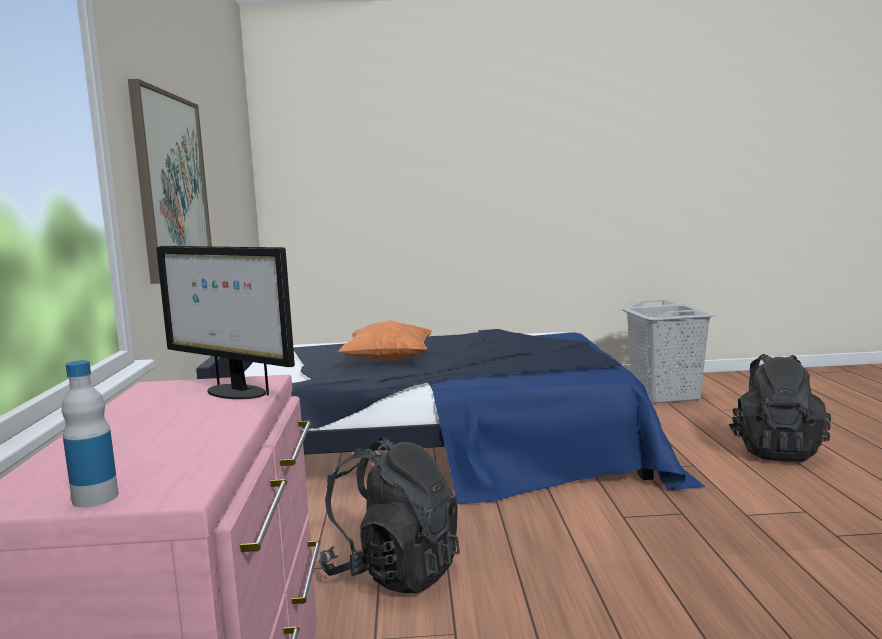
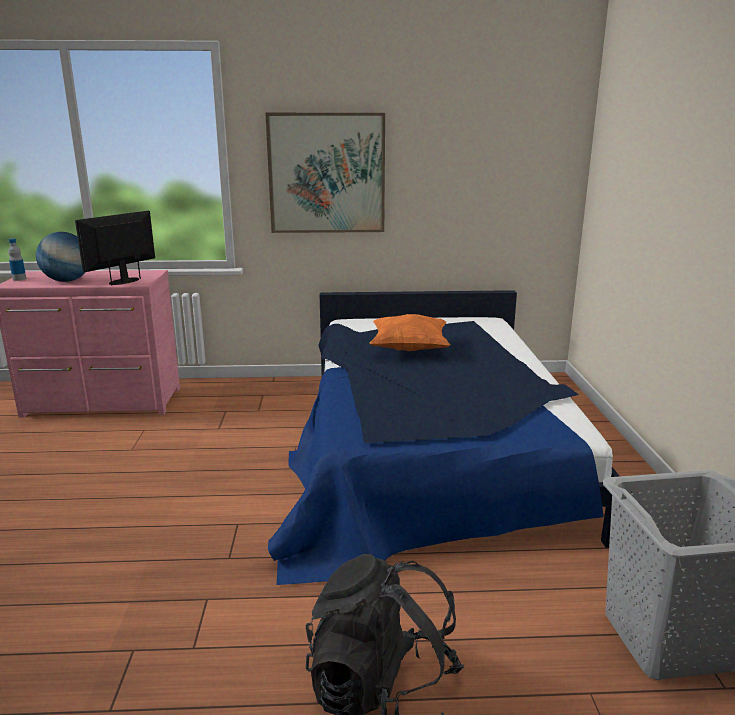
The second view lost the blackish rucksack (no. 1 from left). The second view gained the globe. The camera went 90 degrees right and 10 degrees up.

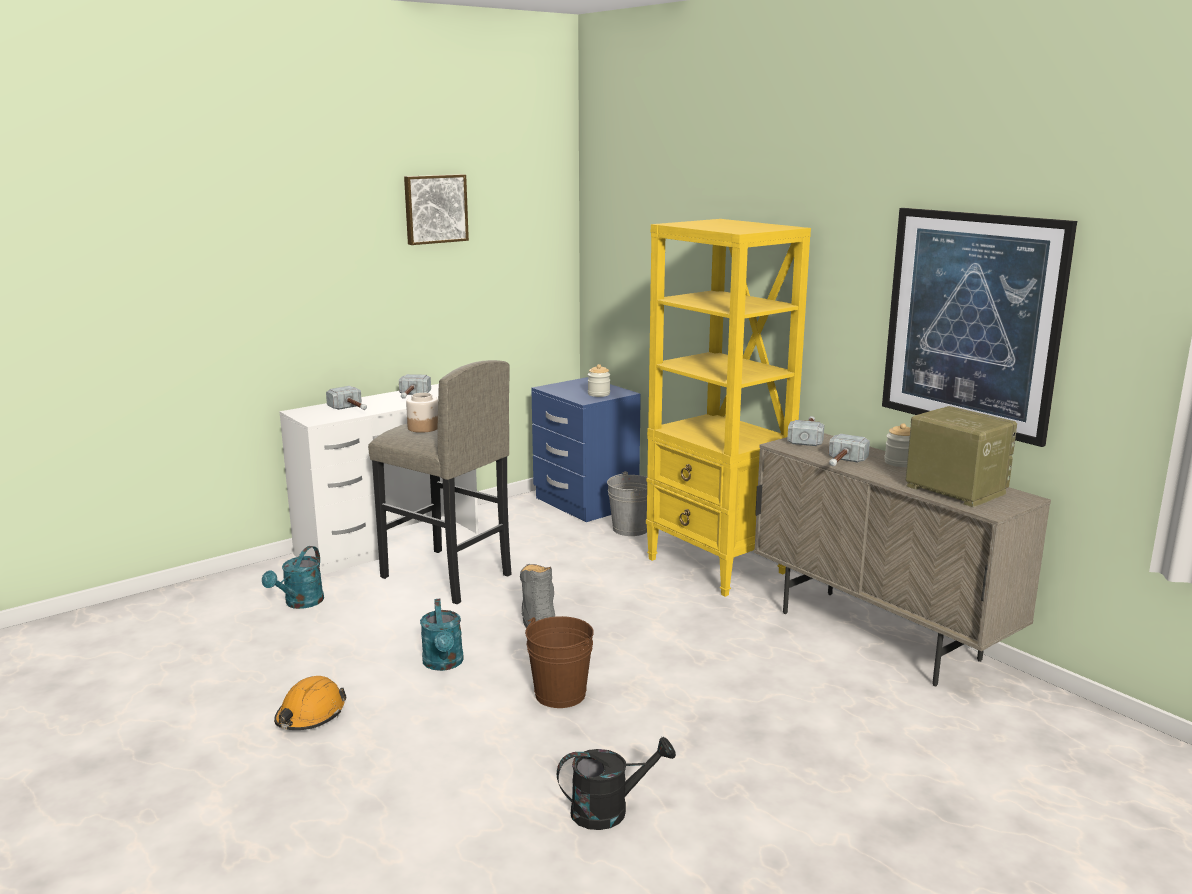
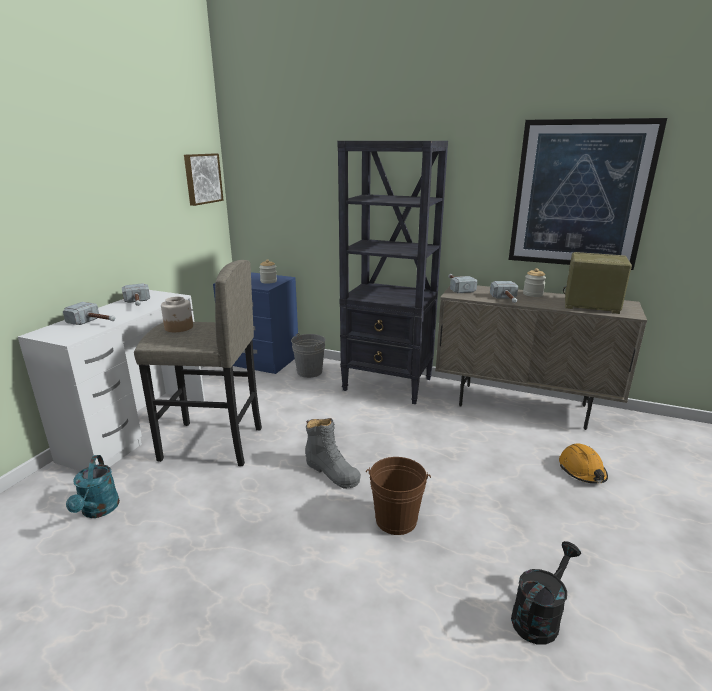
The orange work helmet ended up elsewhere. The wall picture (no. 1 from left) ended up elsewhere. The second view lost the turquoise sprinkling can (no. 2 from left). What was the yellow bookshelf turned into the blackish bookshelf. The camera went 30 degrees left and 5 degrees up.

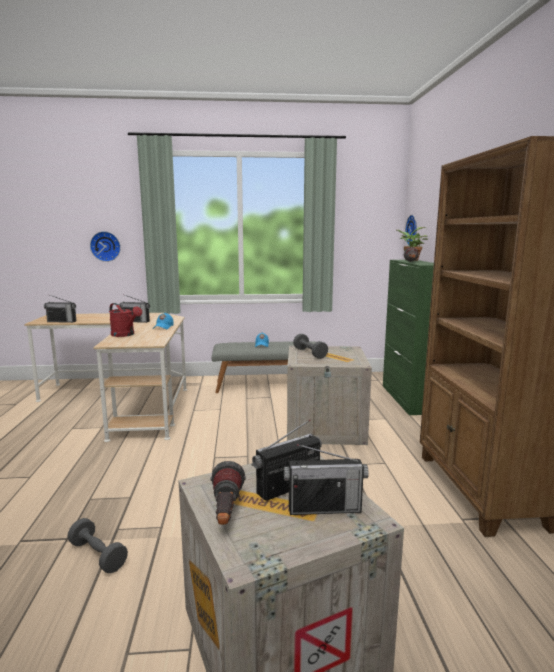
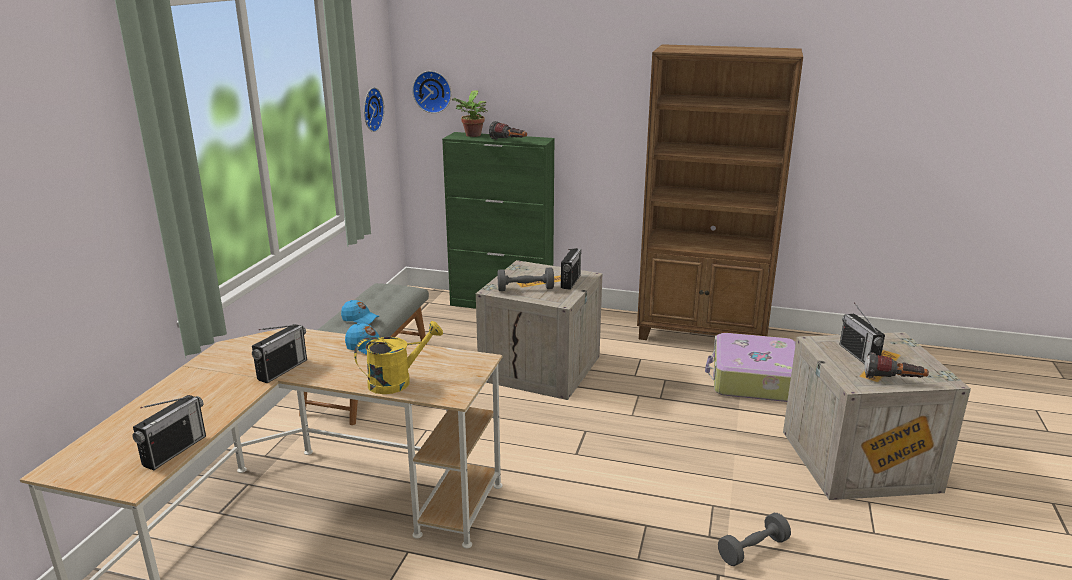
The wall clock (no. 1 from left) ended up elsewhere. What was the red-coloured sprinkling can turned into the yellow sprinkling can. The radio set (no. 4 from left in the first image) ended up elsewhere. The second view gained the travel case. The camera went 70 degrees left and 10 degrees up.

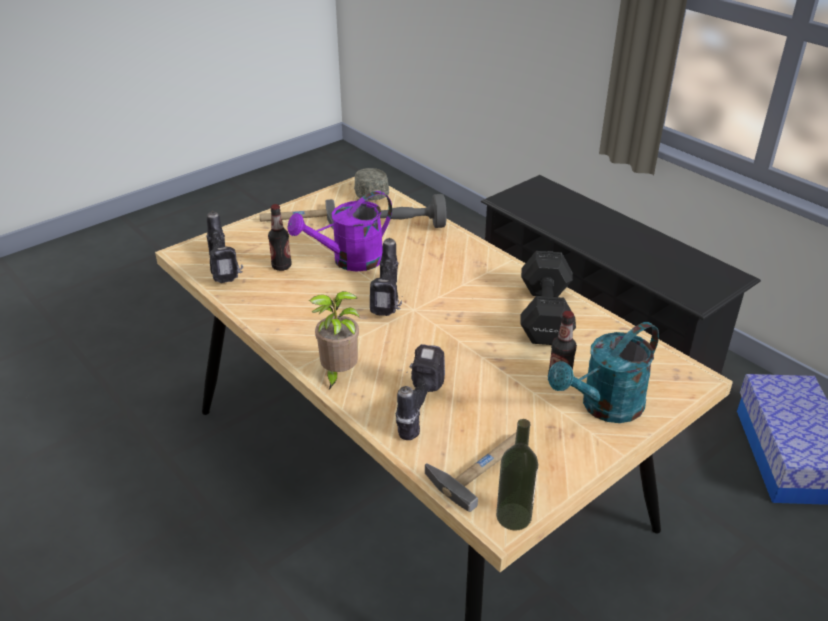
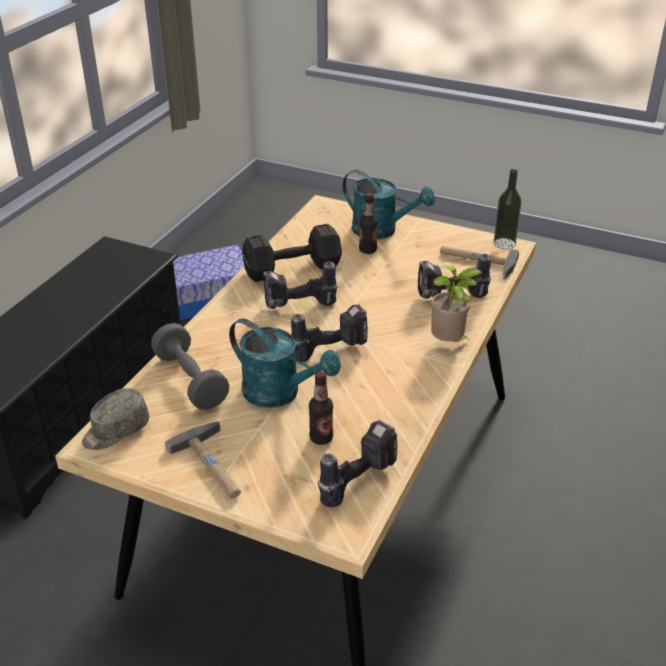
What was the purple-coloured sprinkling can turned into the turquoise sprinkling can (no. 1 from left). The second view gained the power drill (no. 1 from left). The camera went 115 degrees left and 0 degrees up.

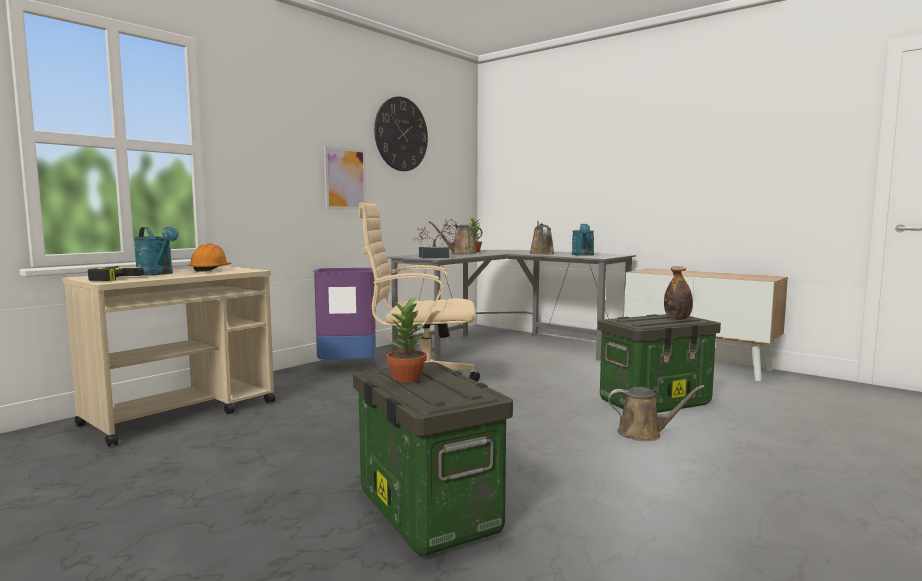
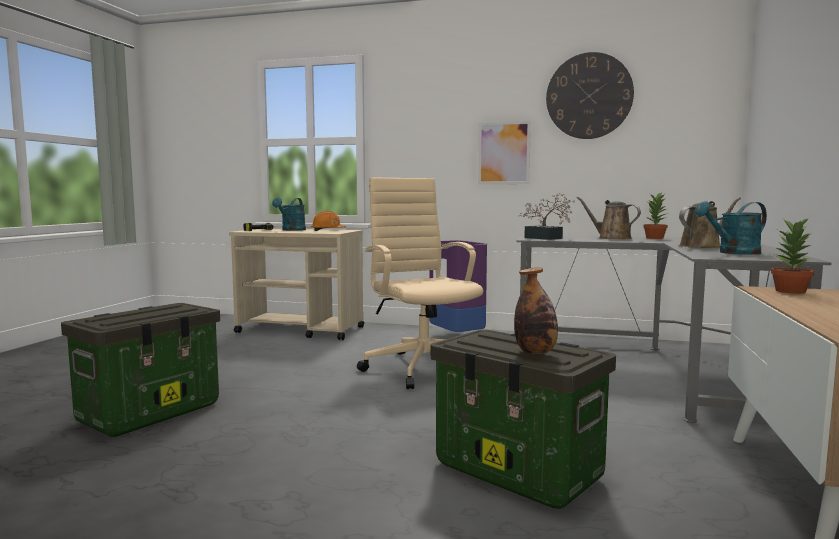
The plant in a pot (no. 1 from left in the first image) ended up elsewhere. The second view lost the brown sprinkling can (no. 3 from left). The camera went 65 degrees right and 0 degrees up.

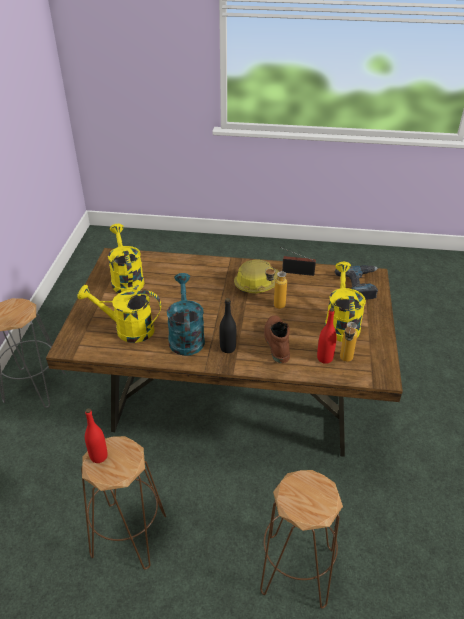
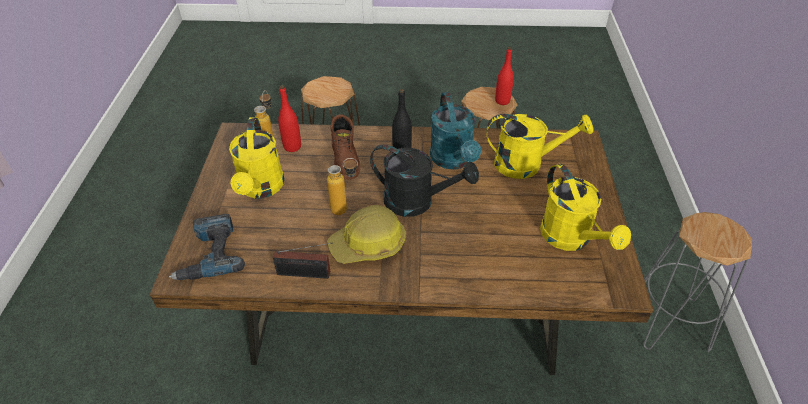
The second view gained the blackish sprinkling can. The camera went 175 degrees right and 5 degrees up.

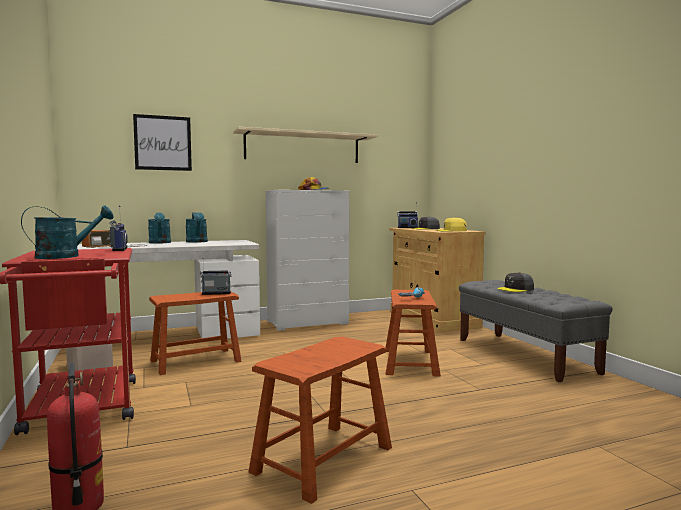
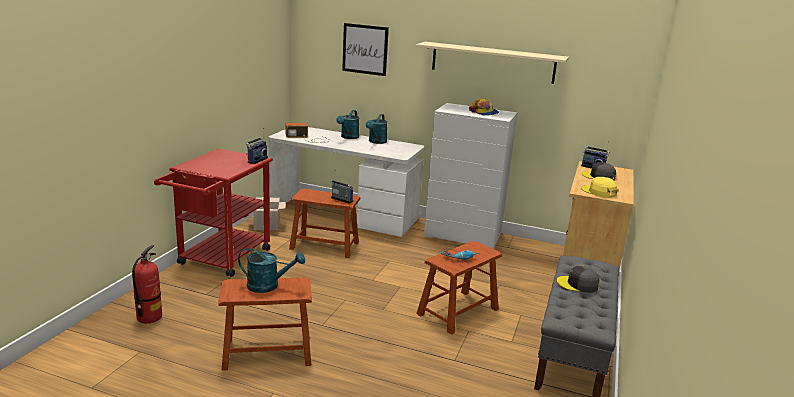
The turquoise sprinkling can (no. 1 from left) ended up elsewhere. The camera went 40 degrees right and 15 degrees up.

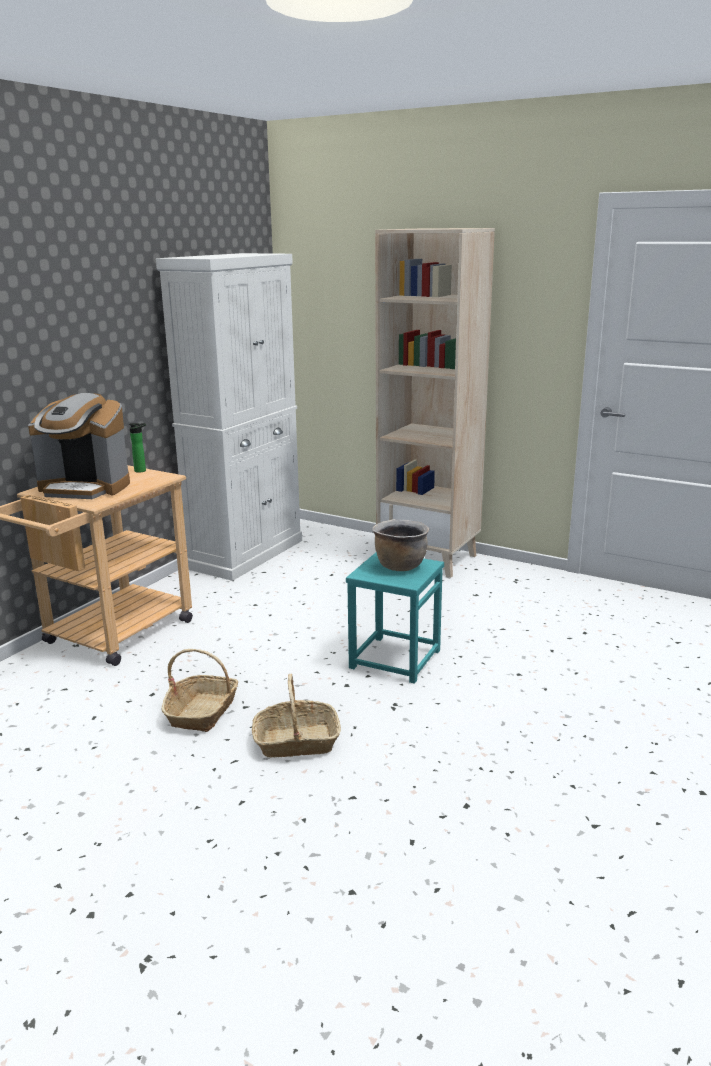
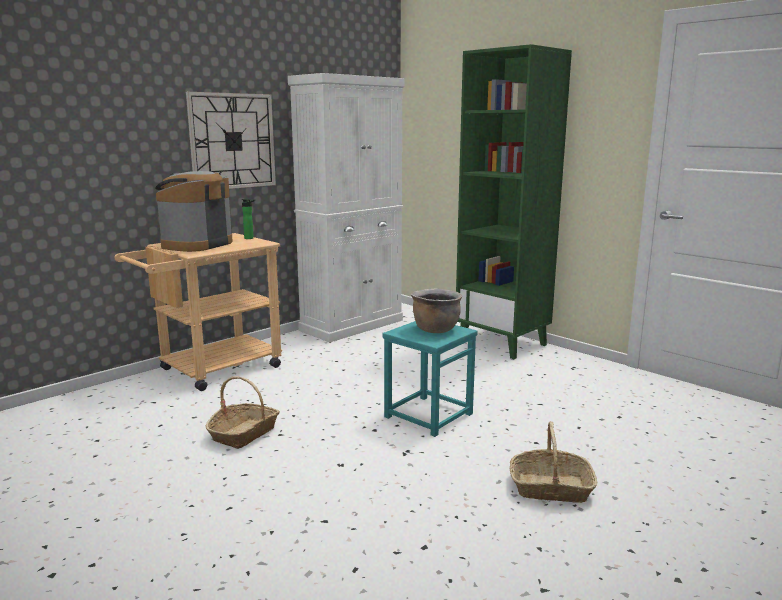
The coffee machine ended up facing another way, 90 degrees clockwise from before. The storage basket (no. 2 from left) ended up elsewhere. What was the beige-coloured bookshelf turned into the green bookshelf. The second view gained the wall clock. The camera went 15 degrees right and 5 degrees down.

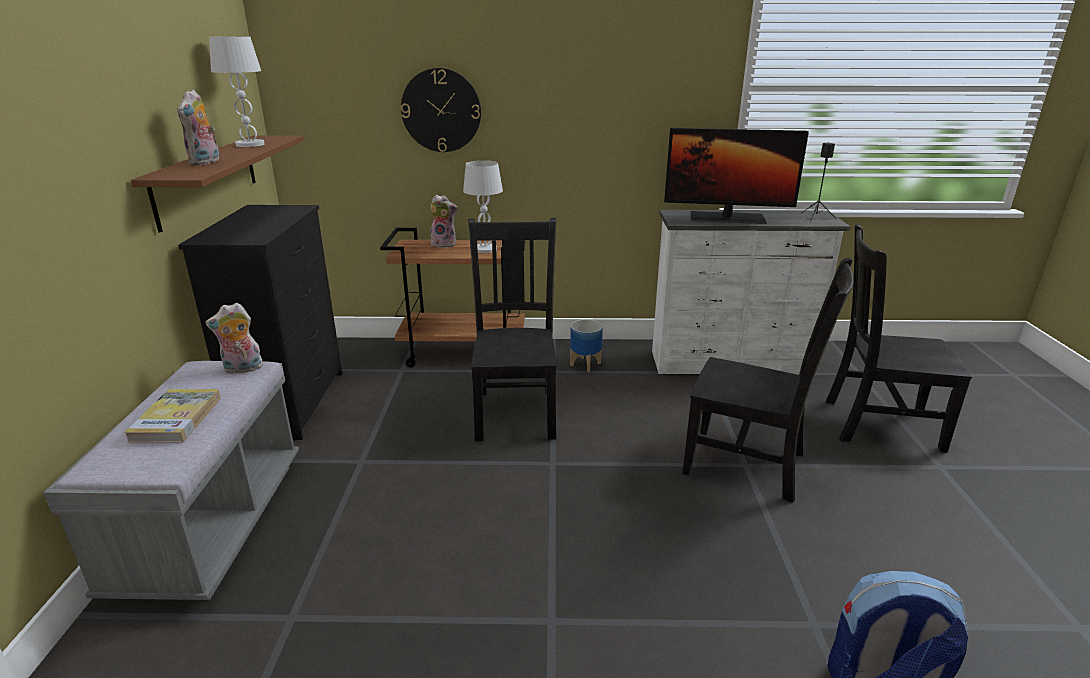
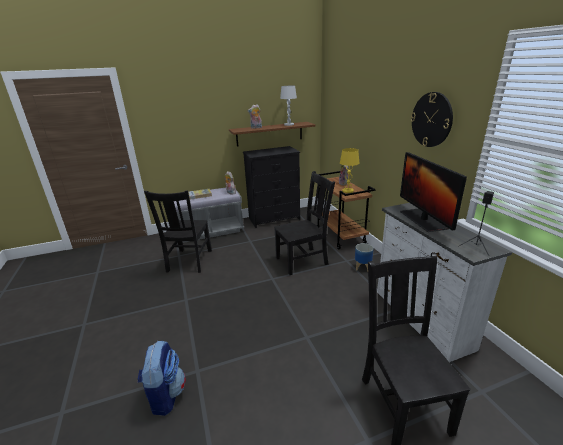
The wall clock ended up elsewhere. What was the white-coloured tabletop lamp (no. 2 from left) turned into the yellow tabletop lamp. The blackish chair (no. 2 from left in the first image) ended up elsewhere. The camera went 70 degrees right and 0 degrees up.

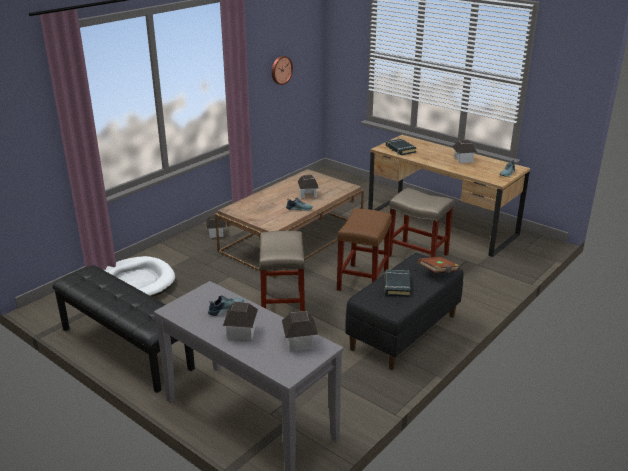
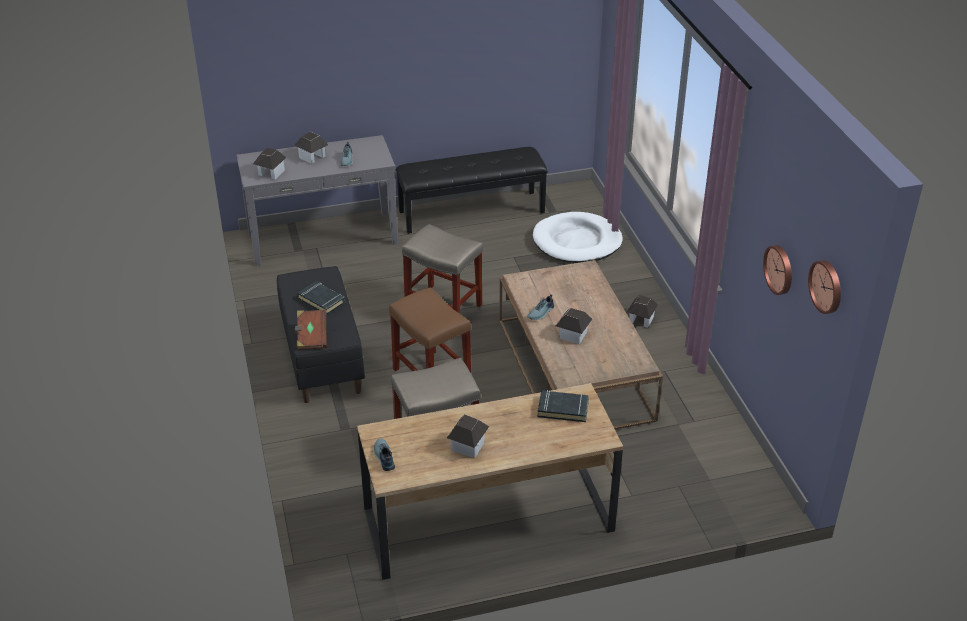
The second view gained the wall clock (no. 2 from left). The camera went 125 degrees right and 10 degrees up.

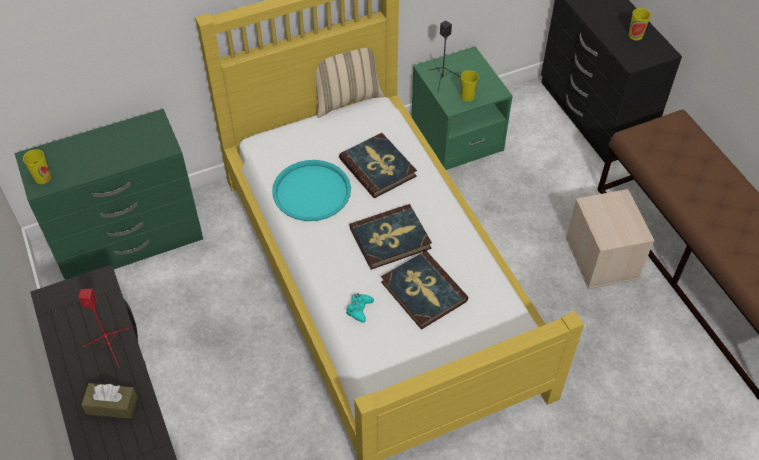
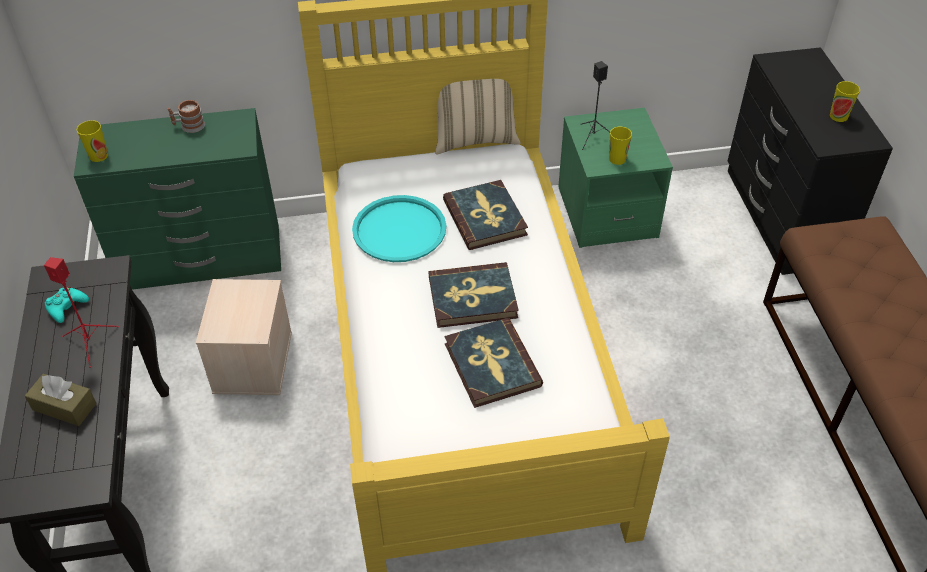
The turquoise game controller ended up elsewhere. The beige-coloured storage container ended up elsewhere. The second view gained the mug. The camera went 15 degrees right and 5 degrees down.

